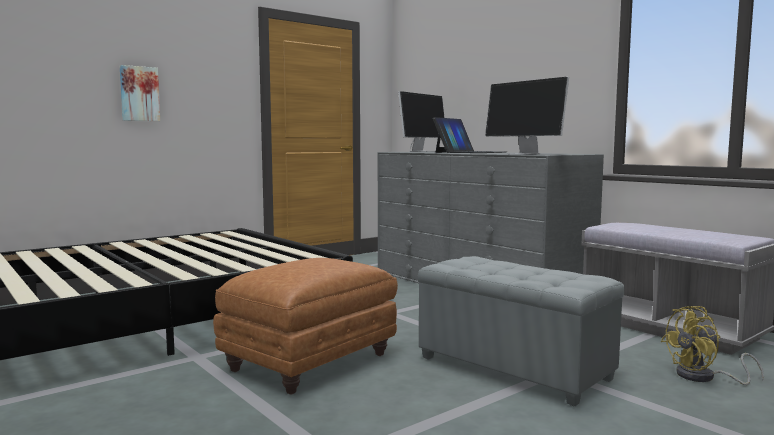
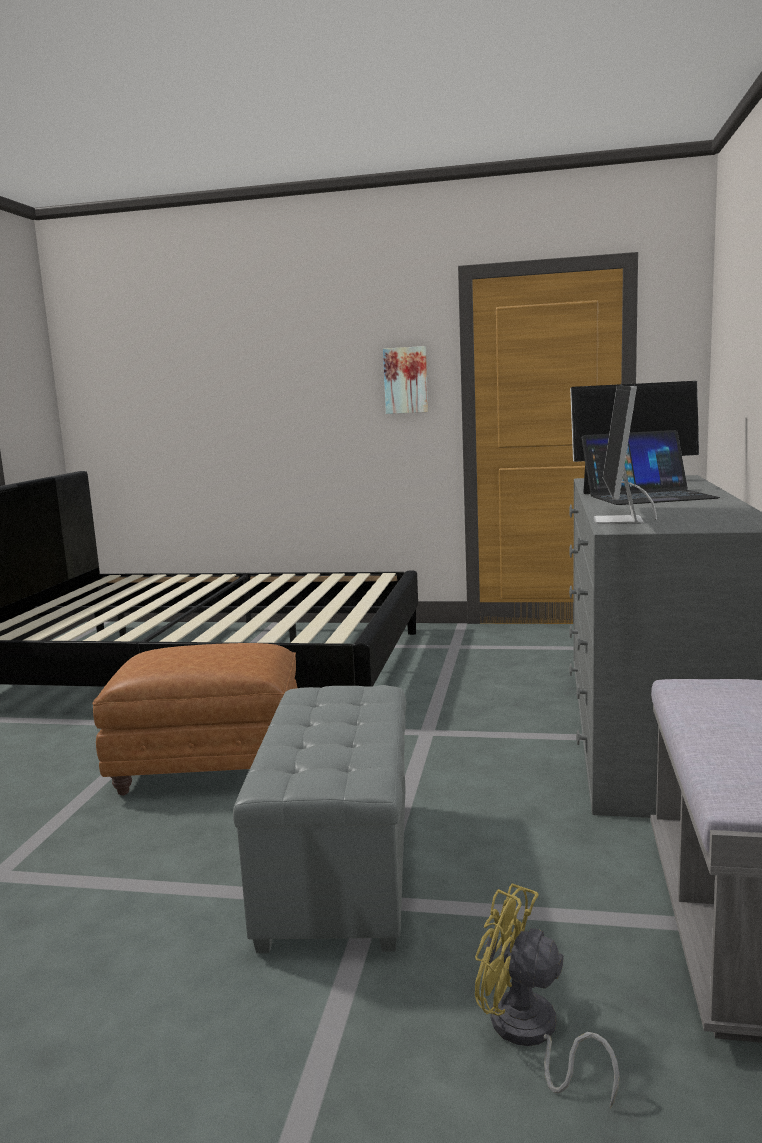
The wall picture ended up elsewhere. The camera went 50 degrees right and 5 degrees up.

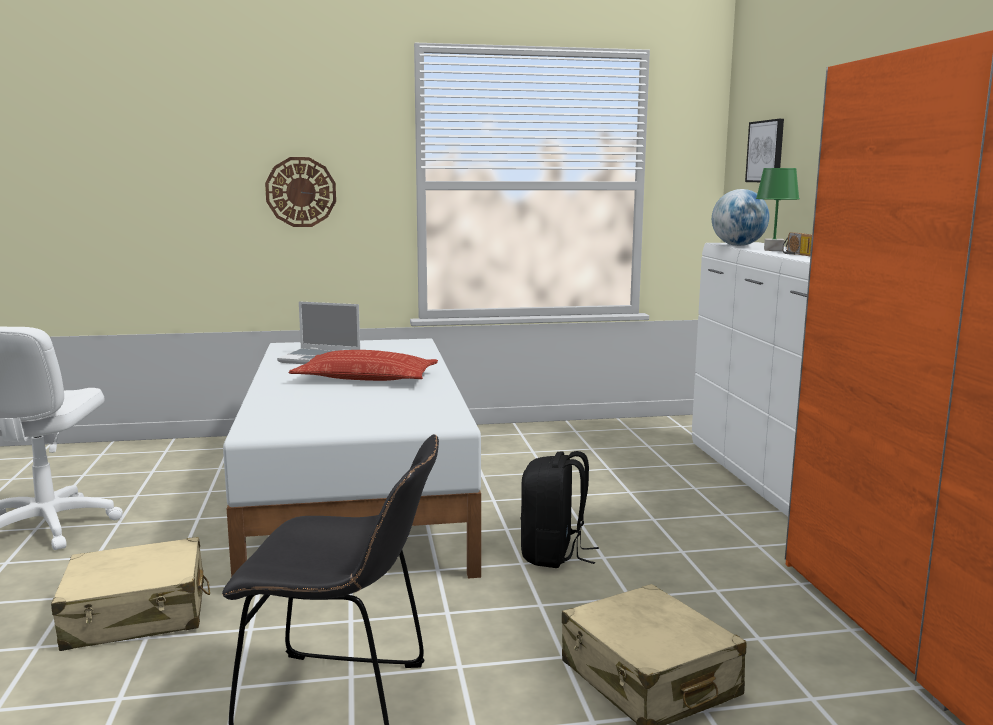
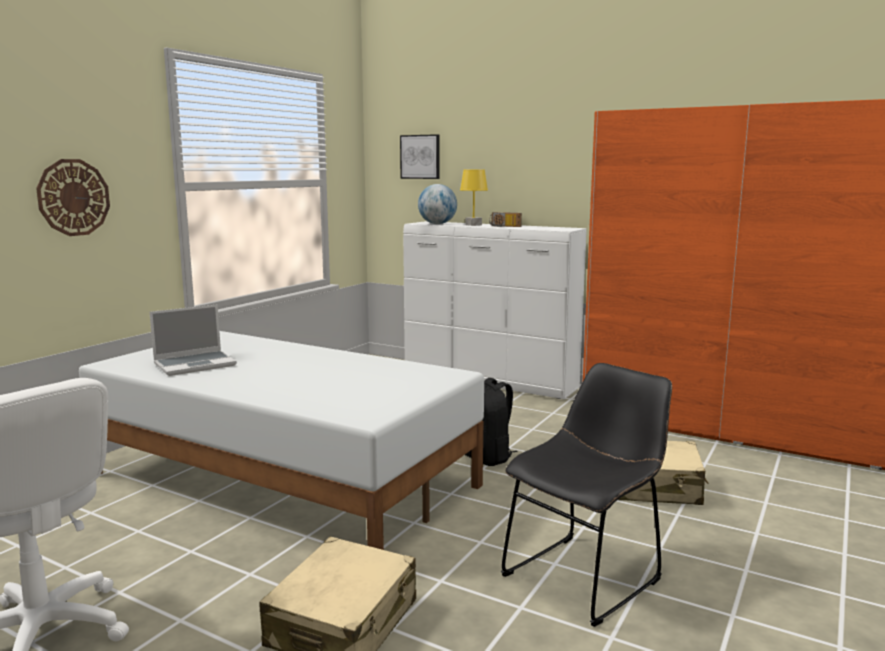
The second view lost the throw pillow. What was the green tabletop lamp turned into the yellow tabletop lamp. The camera went 50 degrees left and 0 degrees up.

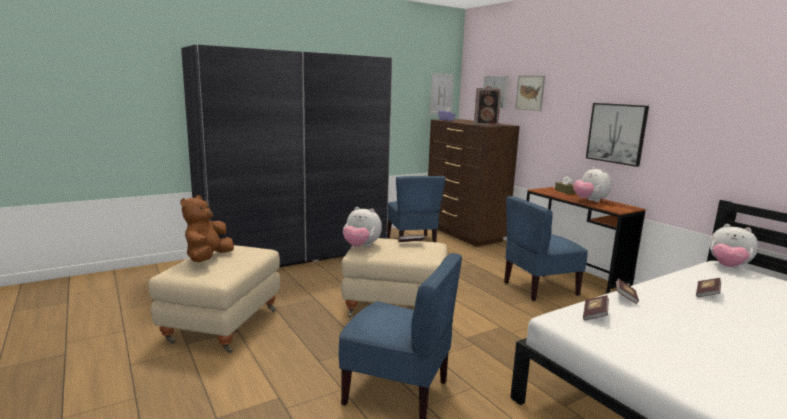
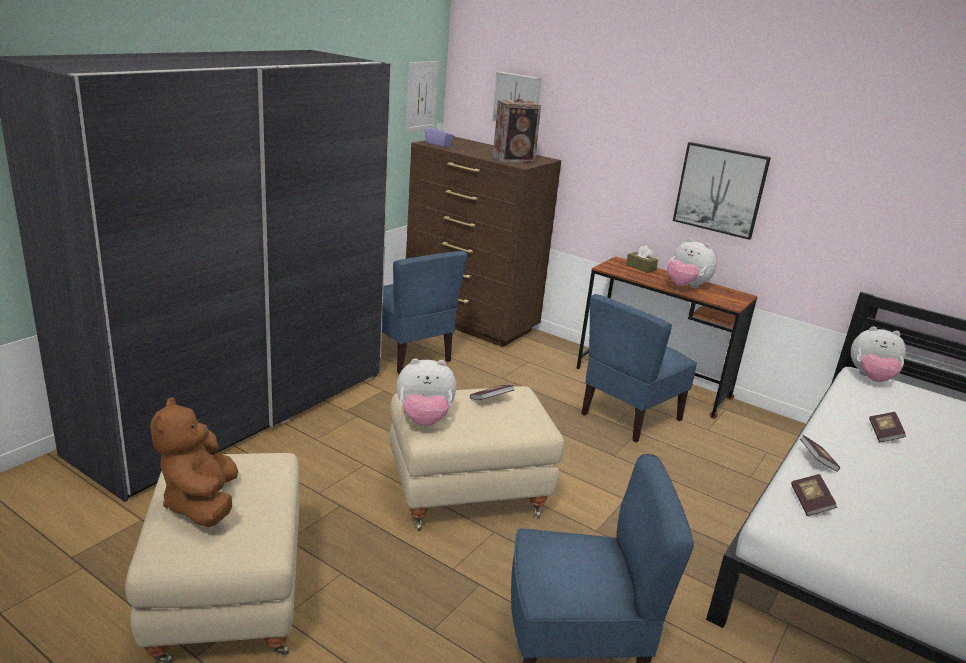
The second view lost the wall picture (no. 3 from left). The camera went 25 degrees left and 10 degrees up.

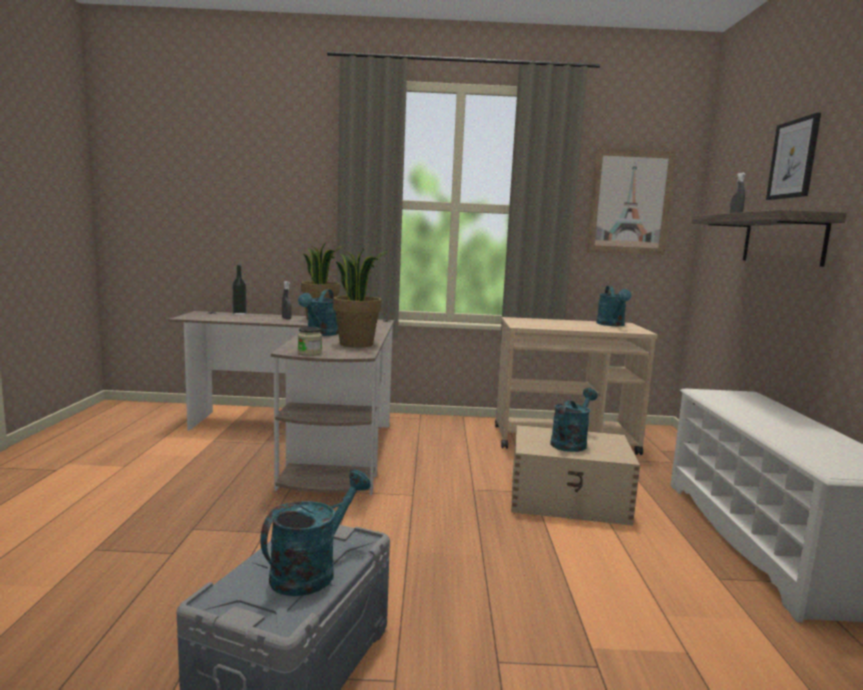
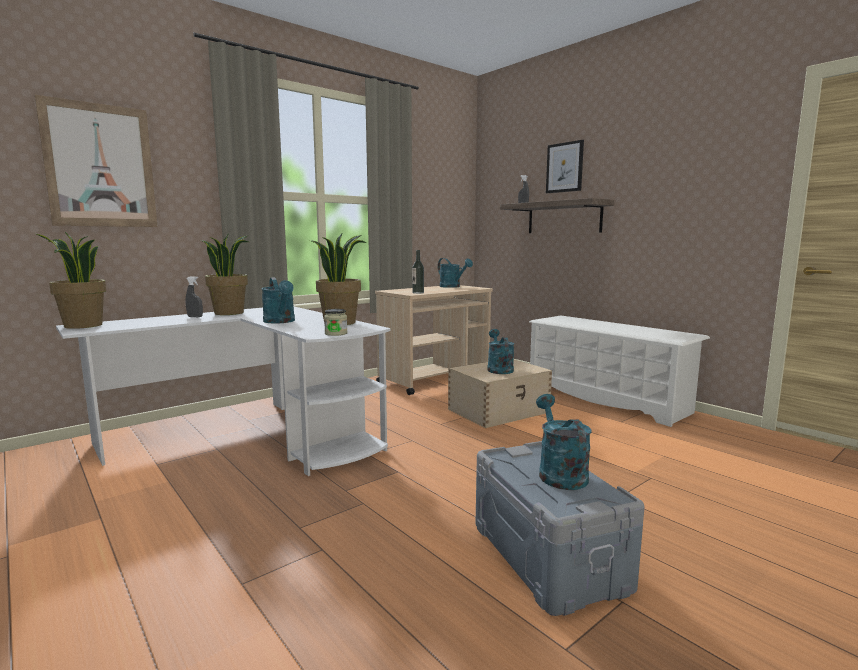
What was the brown desk table turned into the white-coloured desk table. The bottle ended up elsewhere. The wall picture (no. 1 from left) ended up elsewhere. The second view gained the plant in a pot (no. 1 from left). The camera went 40 degrees left and 0 degrees up.

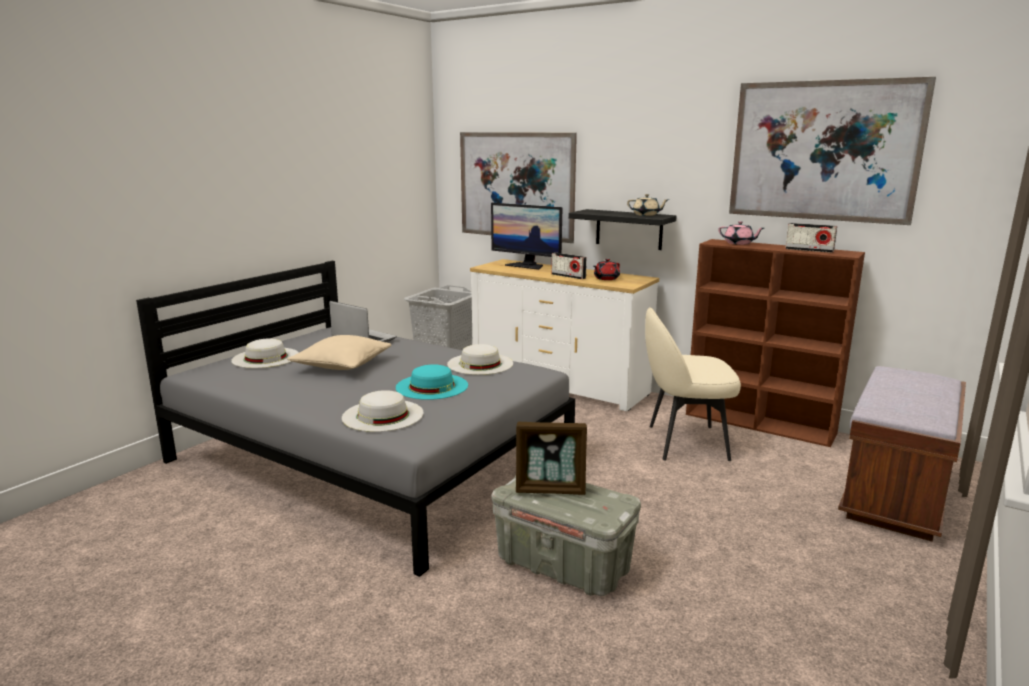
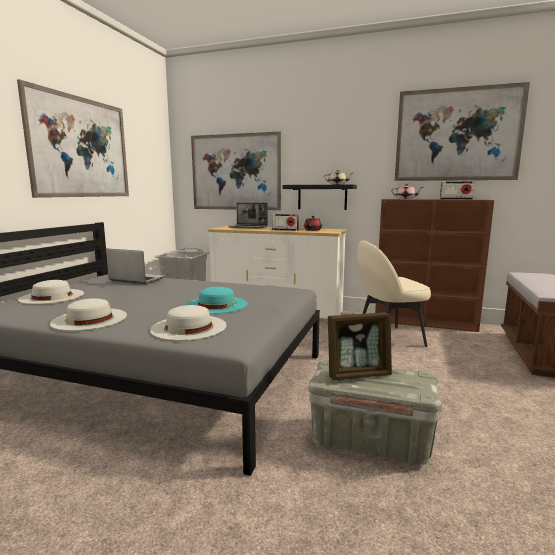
The second view lost the beige-coloured throw pillow. The white-coloured wearable hat (no. 3 from left in the first image) ended up elsewhere. Where the computer display stood, the notebook computer (no. 2 from left) came to stand. The second view gained the wall picture (no. 1 from left). The camera went 15 degrees left and 5 degrees down.

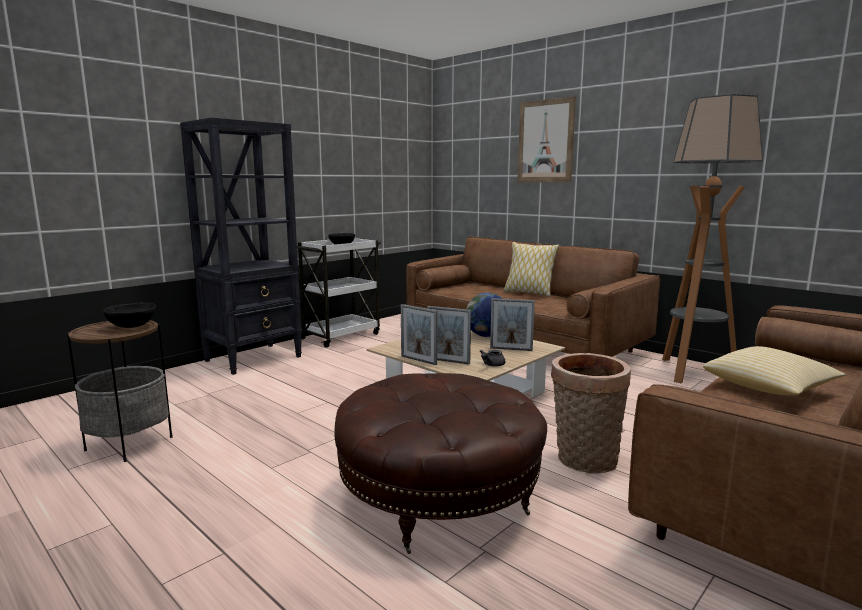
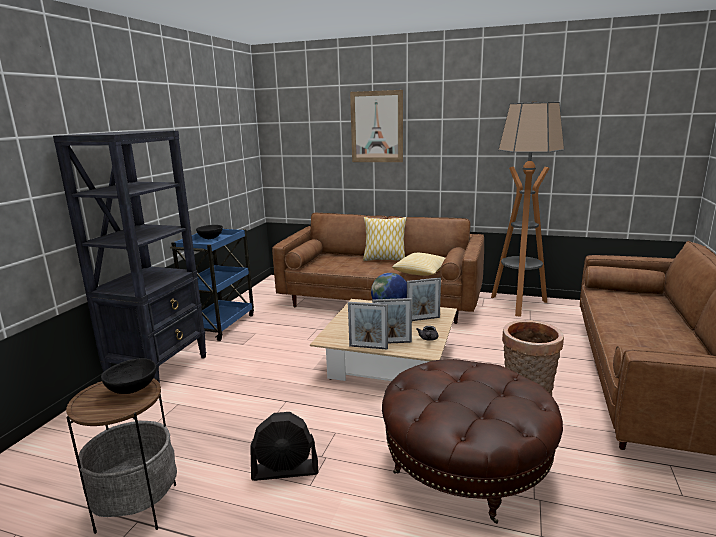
What was the white-coloured cart turned into the blue cart. The throw pillow (no. 2 from left) ended up elsewhere. The second view gained the blackish electric fan. The camera went 25 degrees left and 5 degrees up.

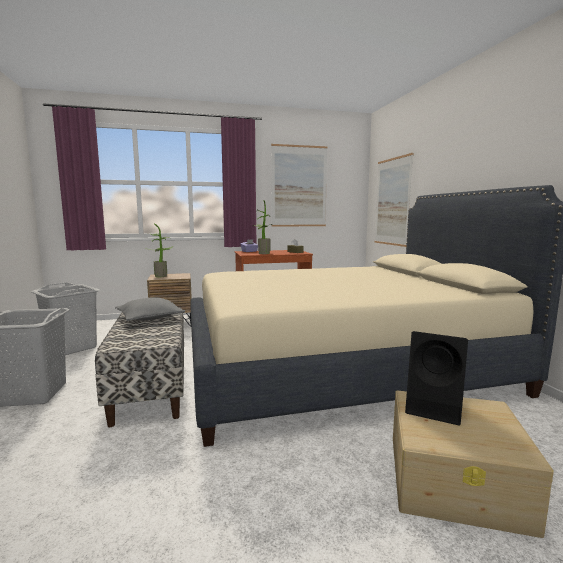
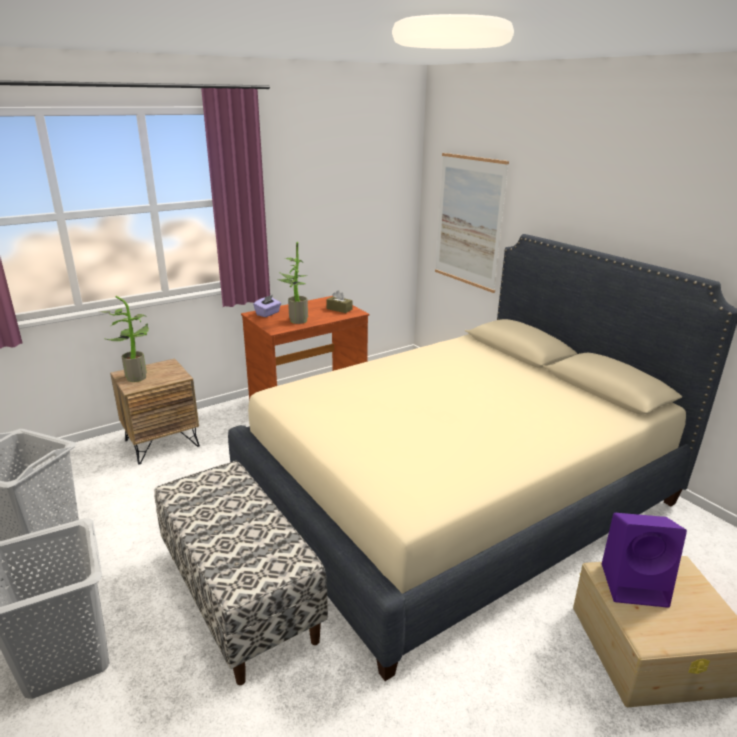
The second view lost the gray throw pillow. The second view lost the wall picture (no. 1 from left). What was the blackish loudspeaker turned into the purple-coloured loudspeaker. The camera went 20 degrees left and 15 degrees up.

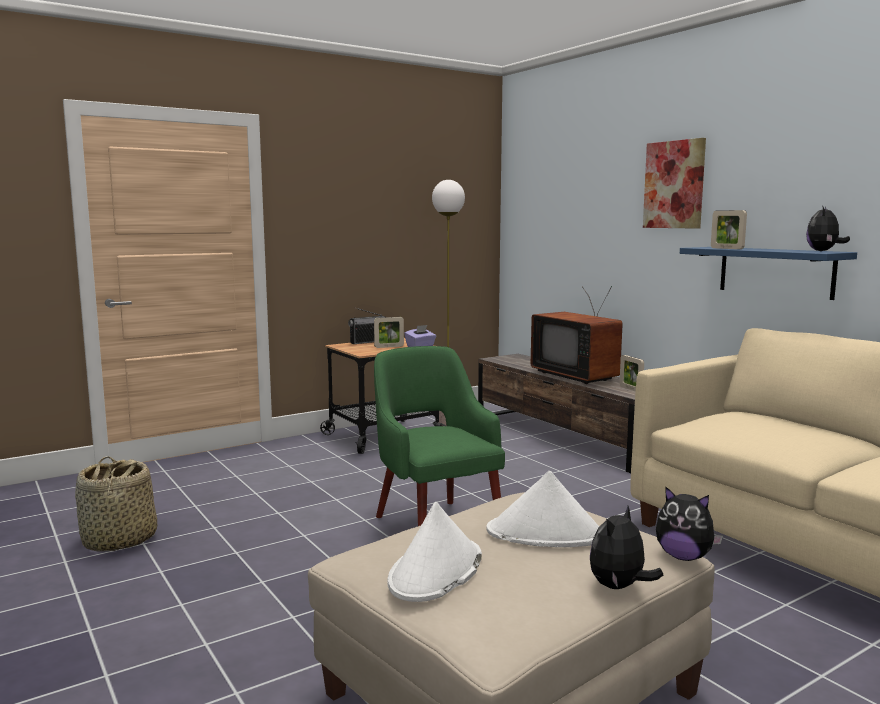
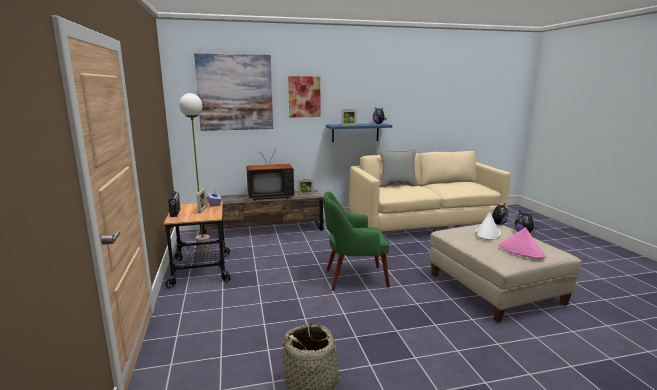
What was the white-coloured wearable hat (no. 1 from left) turned into the pink-coloured wearable hat. The second view gained the wall picture (no. 1 from left). The second view gained the gray throw pillow. The camera went 70 degrees left and 5 degrees up.

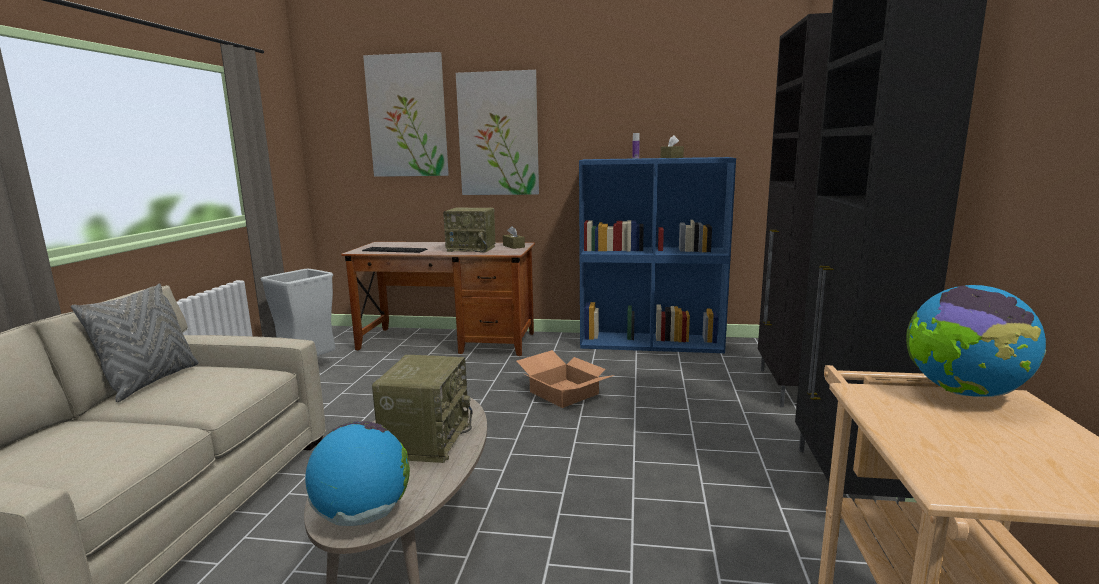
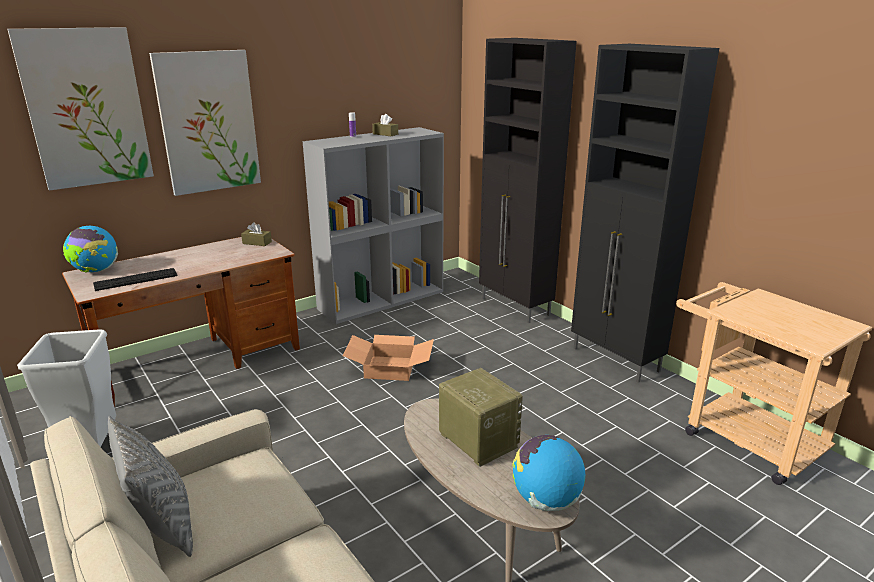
The second view lost the radio set (no. 2 from left). What was the blue bookshelf turned into the gray bookshelf. The globe (no. 2 from left in the first image) ended up elsewhere. The camera went 45 degrees left and 10 degrees up.

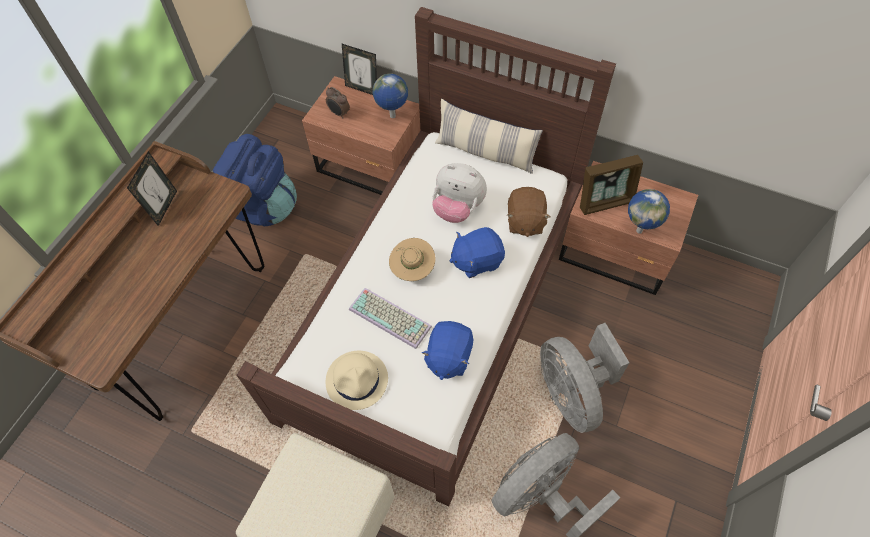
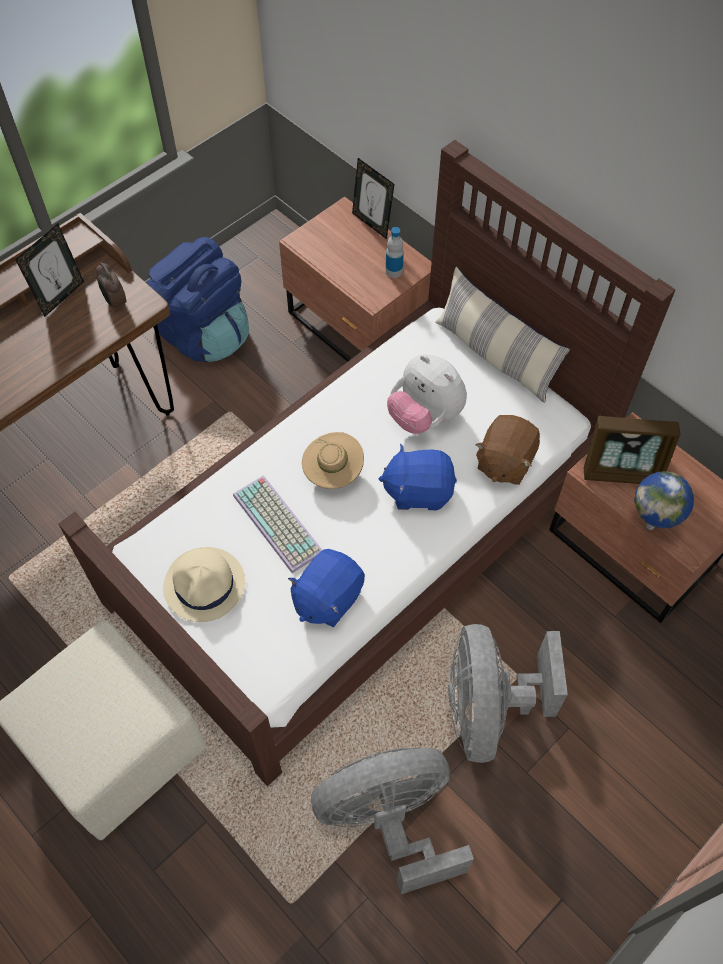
The bedside clock ended up elsewhere. Where the globe (no. 1 from left) stood, the bottle came to stand. The camera went 20 degrees right and 0 degrees up.

